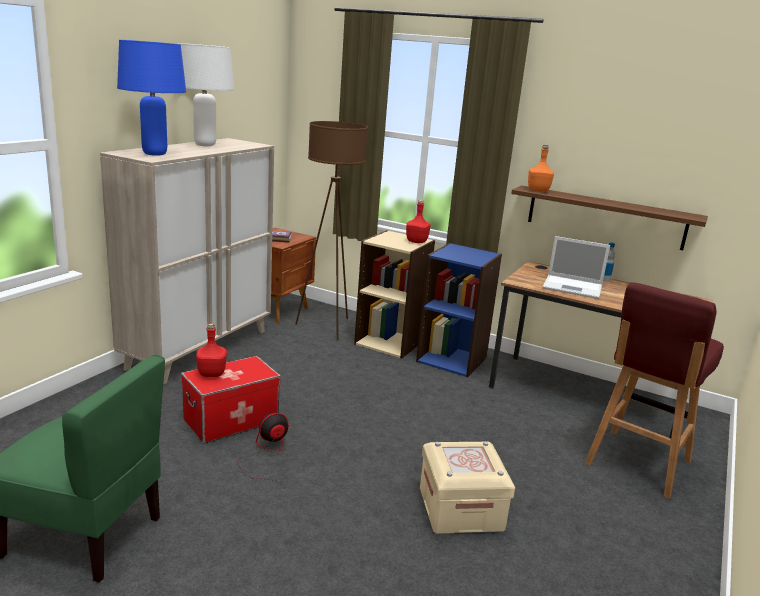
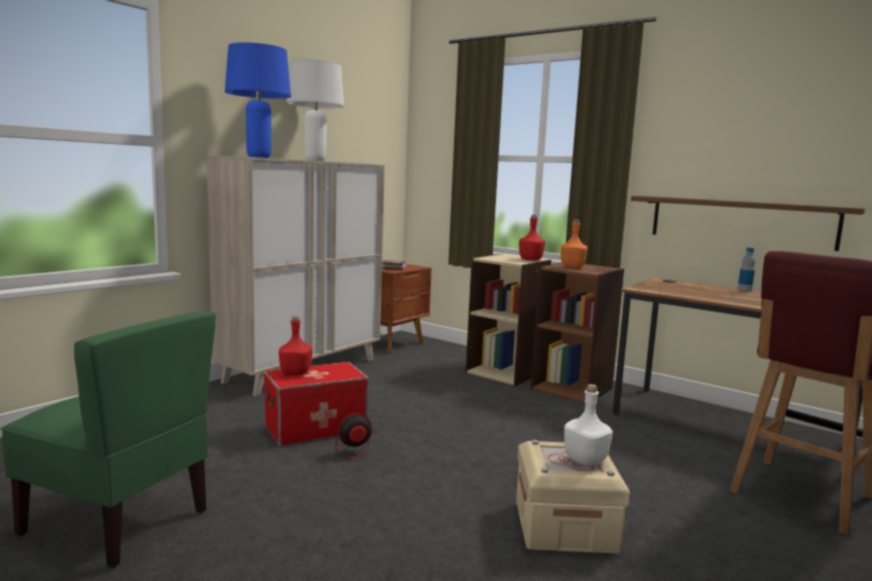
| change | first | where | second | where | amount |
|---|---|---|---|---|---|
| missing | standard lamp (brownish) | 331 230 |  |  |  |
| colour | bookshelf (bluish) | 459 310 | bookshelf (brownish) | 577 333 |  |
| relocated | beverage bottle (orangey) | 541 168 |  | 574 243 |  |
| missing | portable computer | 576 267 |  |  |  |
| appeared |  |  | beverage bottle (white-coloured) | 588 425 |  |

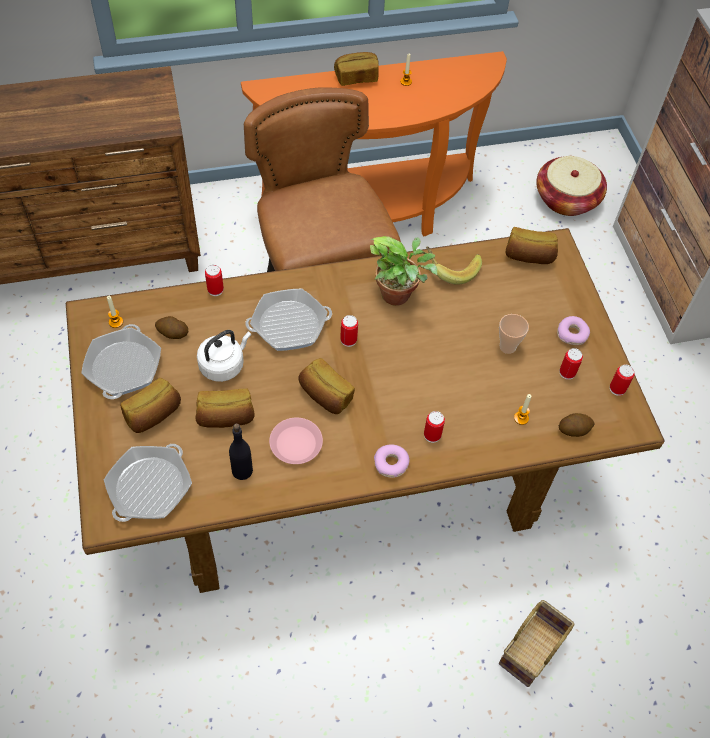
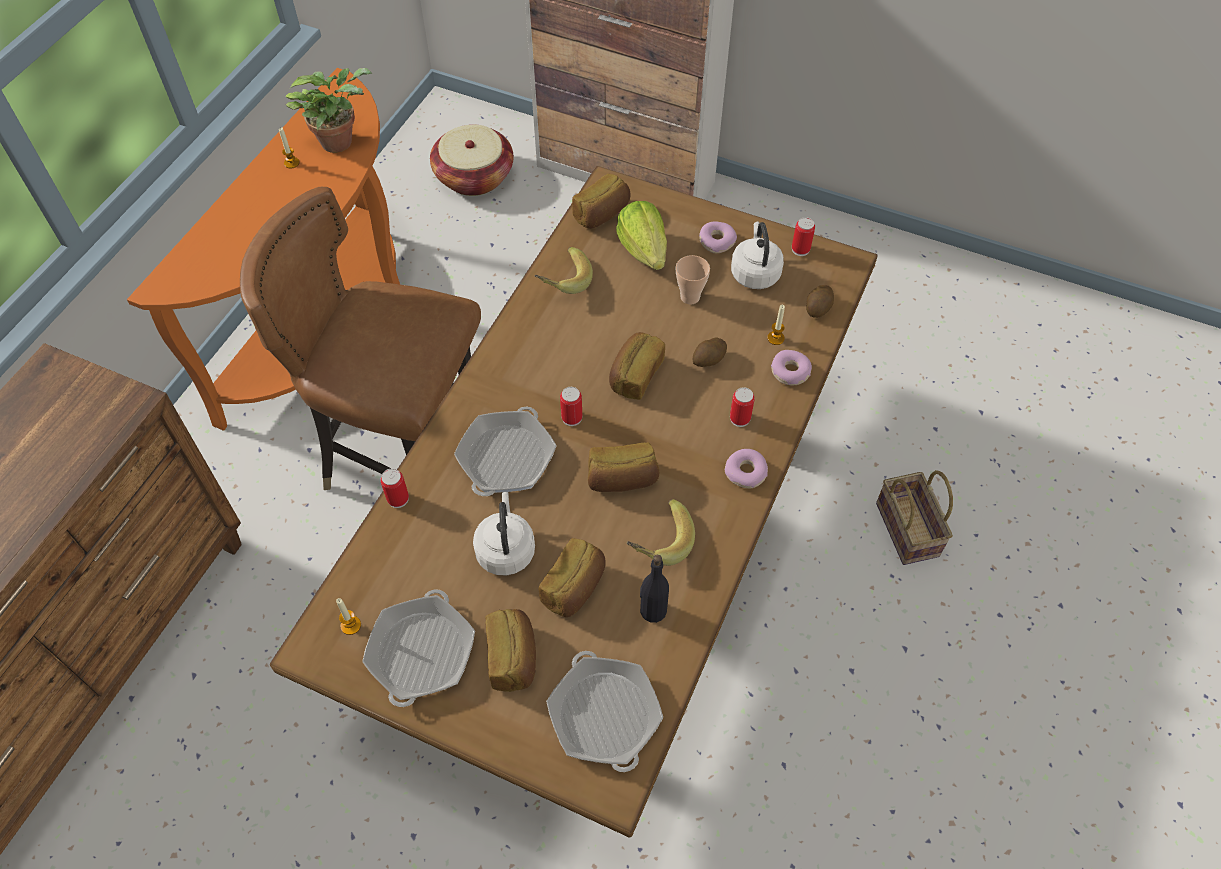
| change | first | where | second | where | amount |
|---|---|---|---|---|---|
| spun | frying pan | 121 361 |  | 418 648 | 120 degrees counterclockwise |
| relocated | spud | 172 327 |  | 710 352 |  |
| exchanged | plate (pink-coloured) | 296 441 | banana | 661 532 |  |
| relocated | bread | 356 69 |  | 637 366 |  |
| relocated | houseplant | 403 271 |  | 329 110 |  |
| exchanged | metal can | 571 364 | kettle (white-coloured) | 757 255 |  |
| appeared |  |  | lettuce | 641 235 |  |
| appeared |  |  | donut | 791 367 |  |

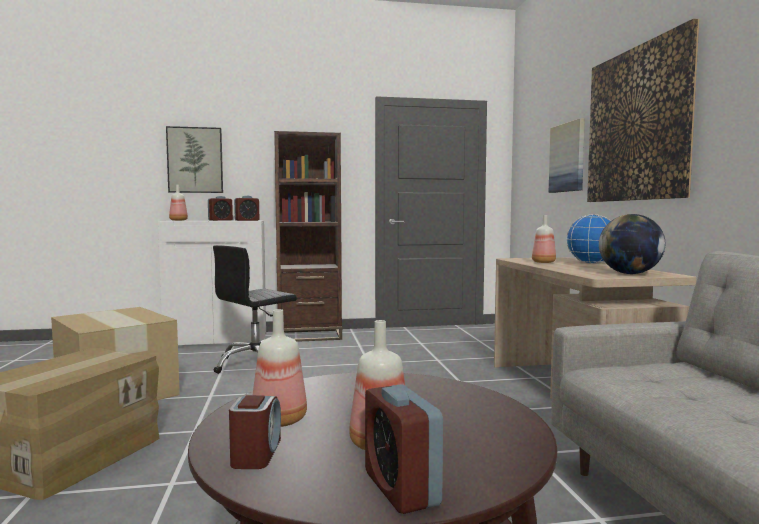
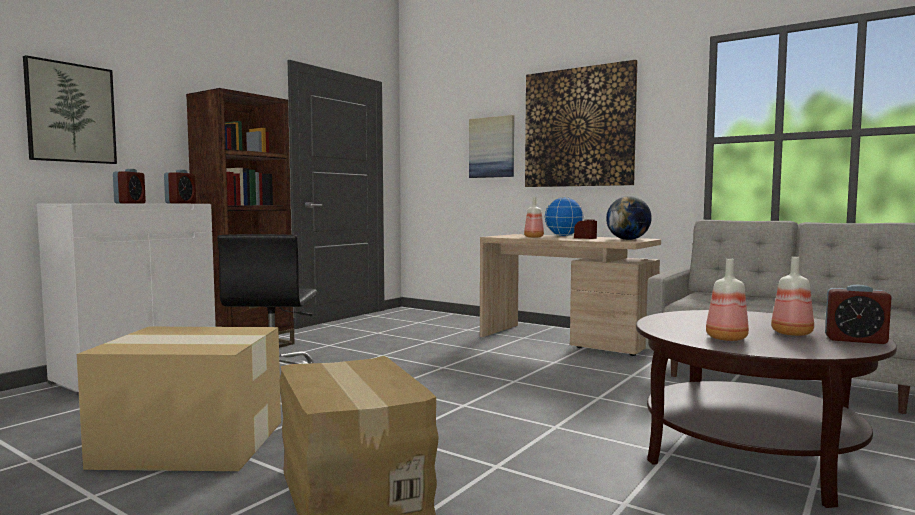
| change | first | where | second | where | amount |
|---|---|---|---|---|---|
| missing | beverage bottle | 178 203 |  |  |  |
| relocated | table clock | 255 432 |  | 585 229 |  |

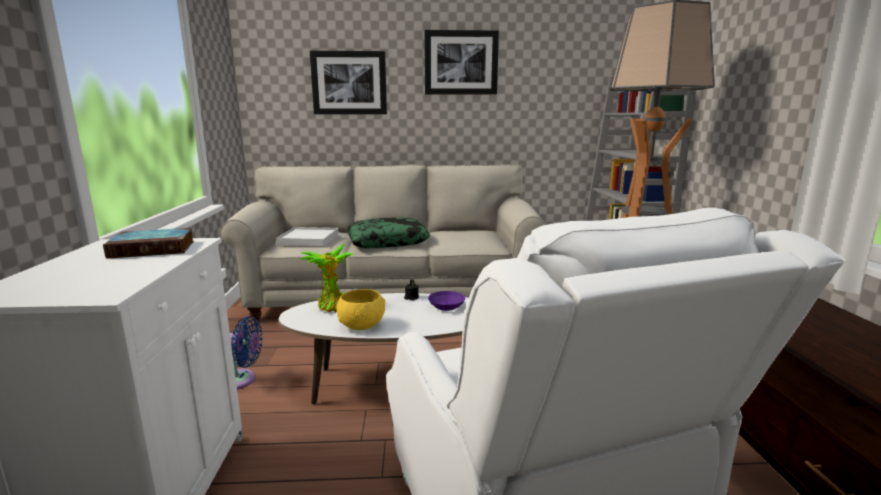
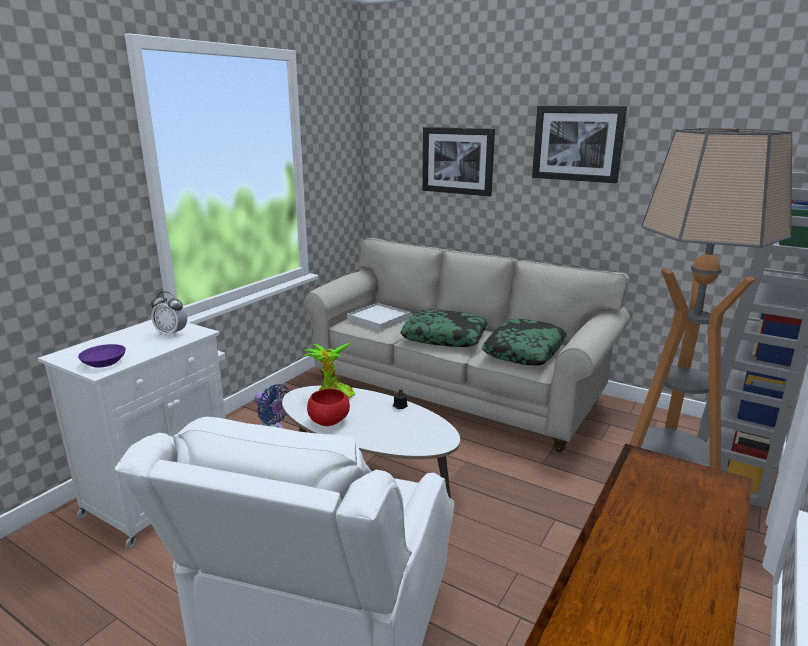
| change | first | where | second | where | amount |
|---|---|---|---|---|---|
| exchanged | book | 148 243 | table clock | 169 314 |  |
| colour | bowl (yellow) | 361 309 | bowl (reddish) | 328 407 |  |
| relocated | bowl (purplish) | 447 301 |  | 102 356 |  |
| appeared |  |  | cushion | 524 342 |  |

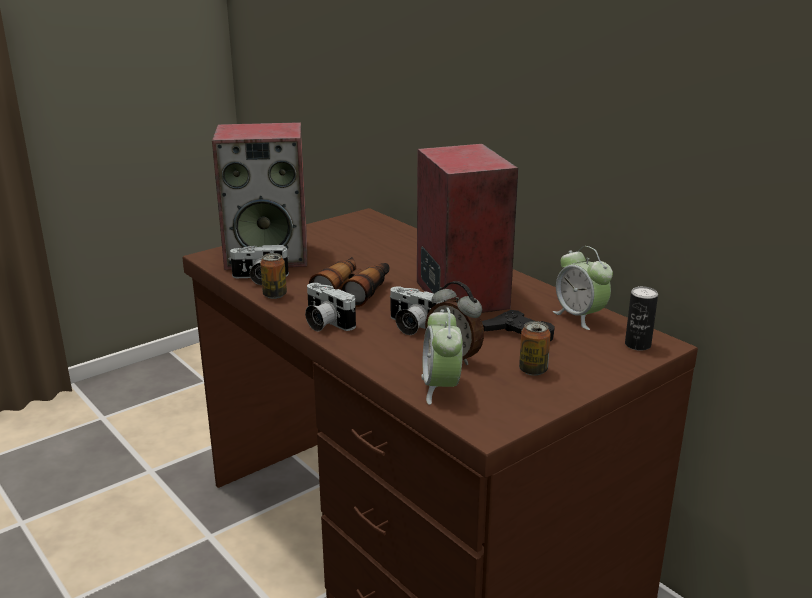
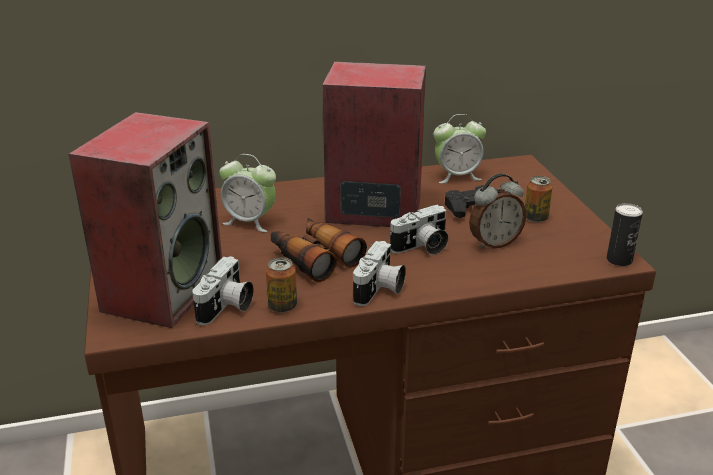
| change | first | where | second | where | amount |
|---|---|---|---|---|---|
| spun | photo camera | 330 307 |  | 379 273 | 45 degrees counterclockwise |
| relocated | table clock | 442 356 |  | 247 193 |  |
| relocated | metal can | 641 318 |  | 625 234 |  |

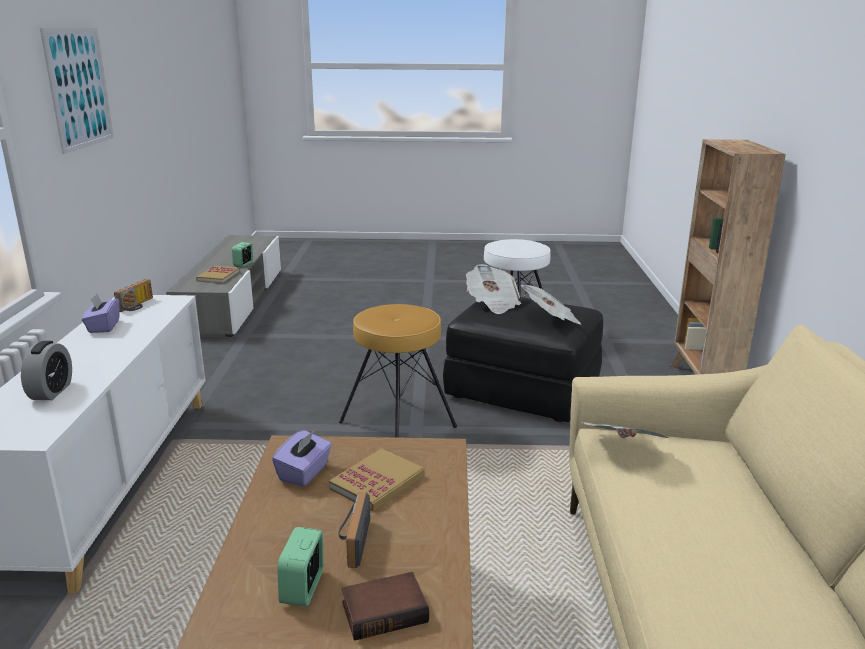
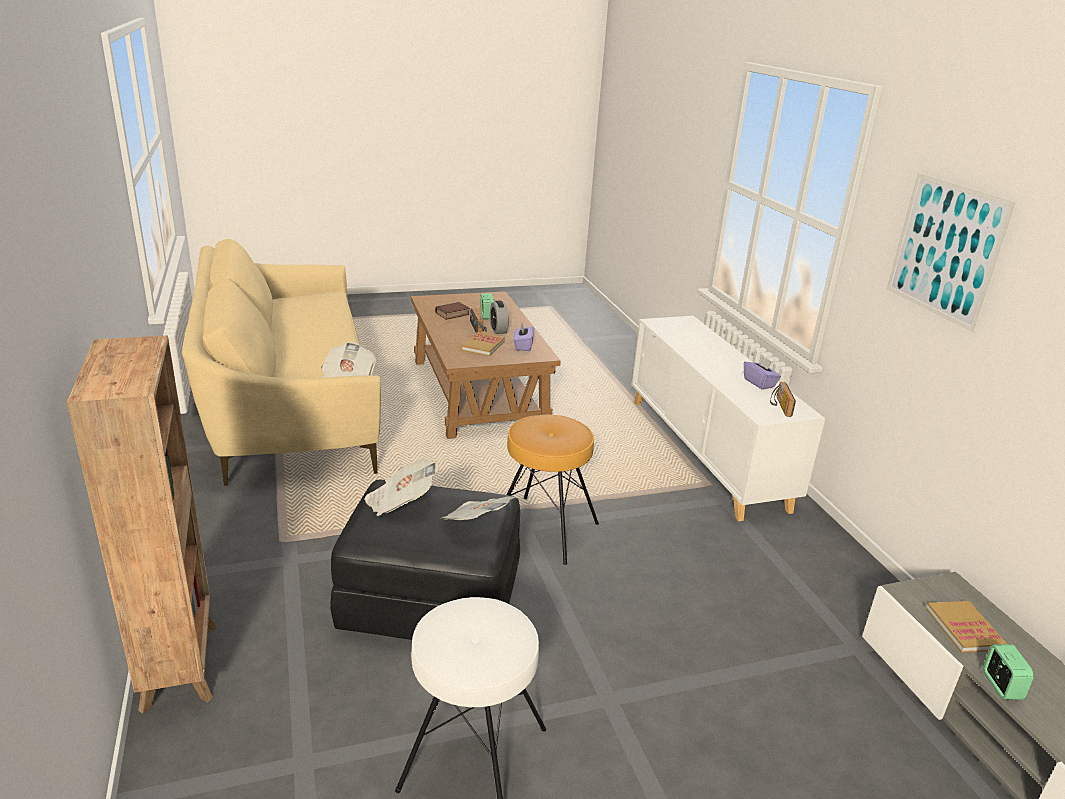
| change | first | where | second | where | amount |
|---|---|---|---|---|---|
| relocated | table clock | 46 370 |  | 499 317 |  |

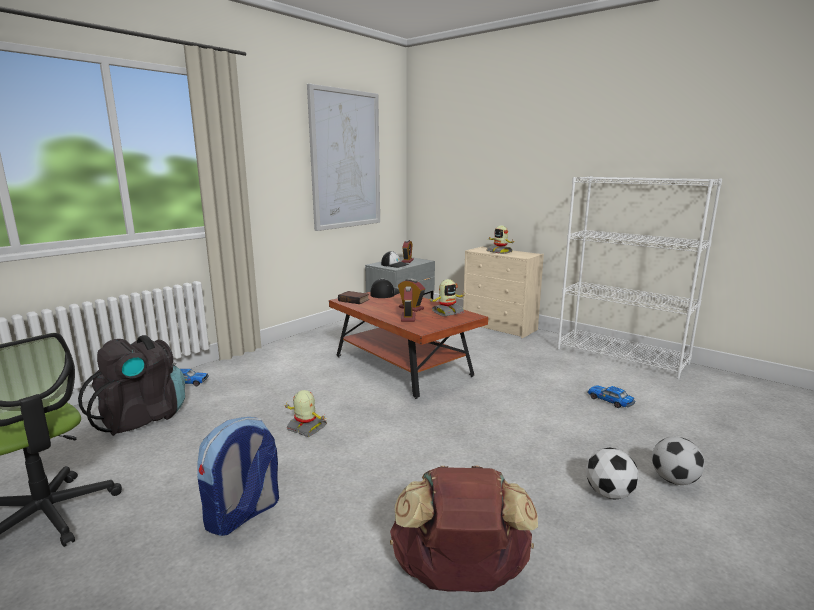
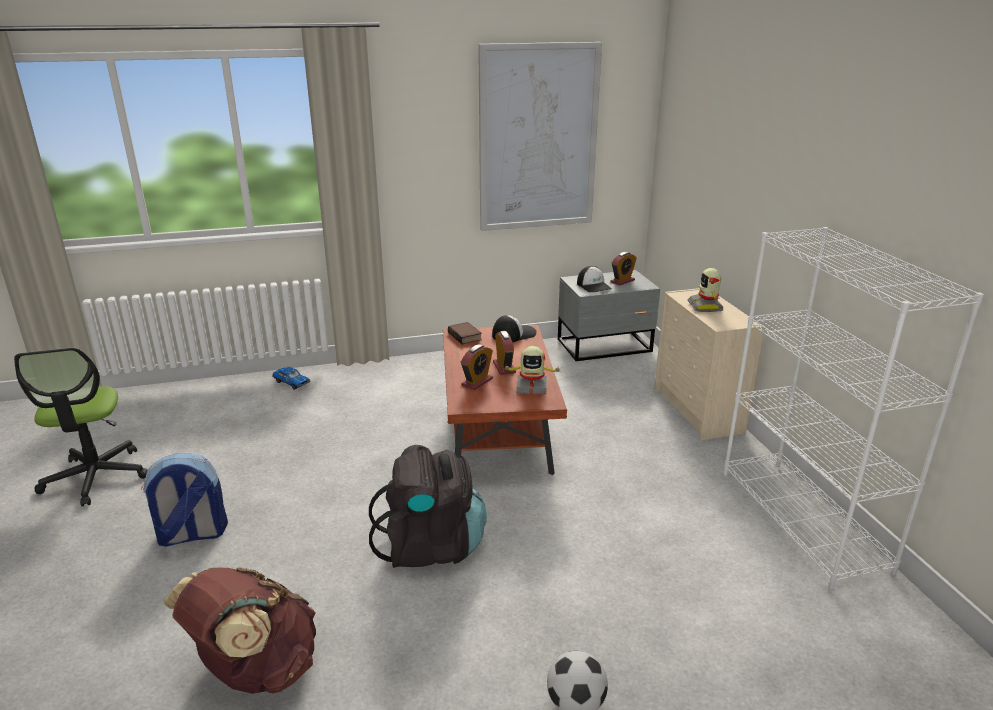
| change | first | where | second | where | amount |
|---|---|---|---|---|---|
| relocated | backpack (black) | 131 385 |  | 428 506 |  |
| missing | toy robot | 305 413 |  |  |  |
| missing | football ball | 612 473 |  |  |  |
| missing | miniature car | 611 396 |  |  |  |

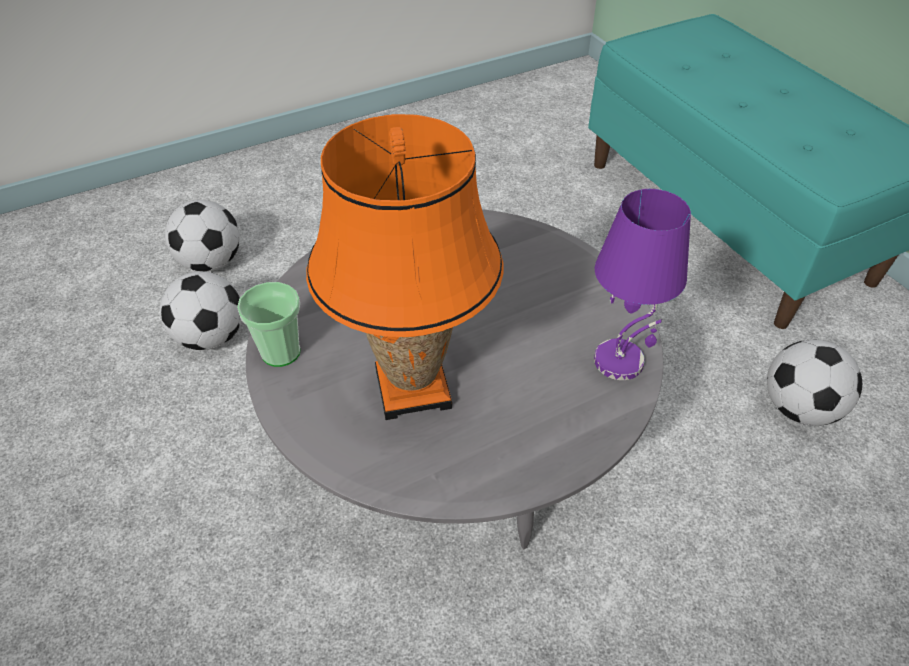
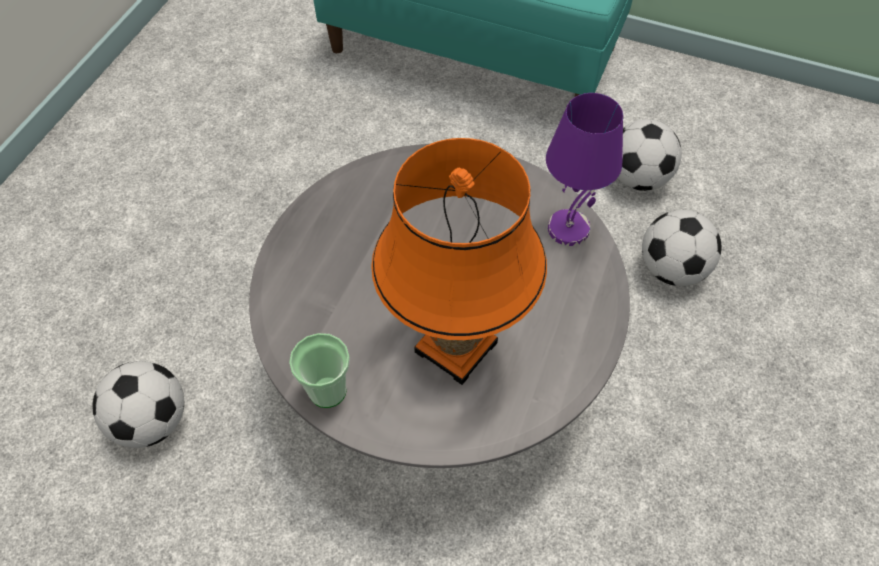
| change | first | where | second | where | amount |
|---|---|---|---|---|---|
| relocated | football ball | 202 236 |  | 682 248 |  |

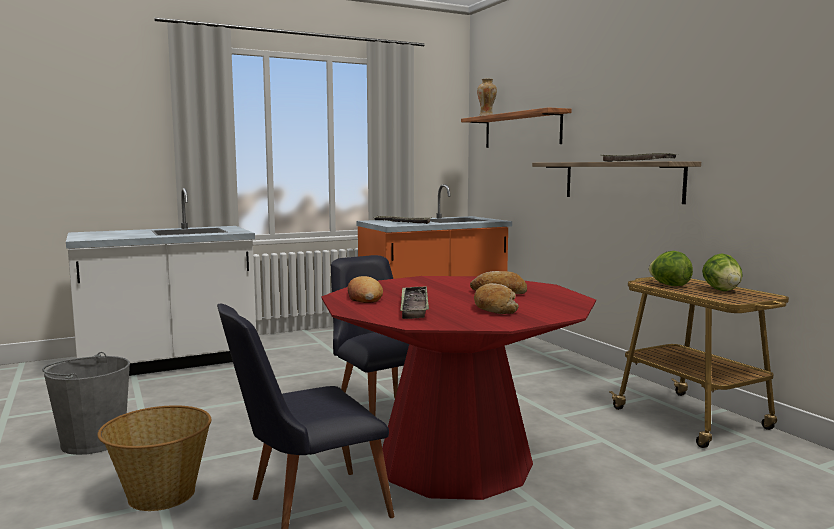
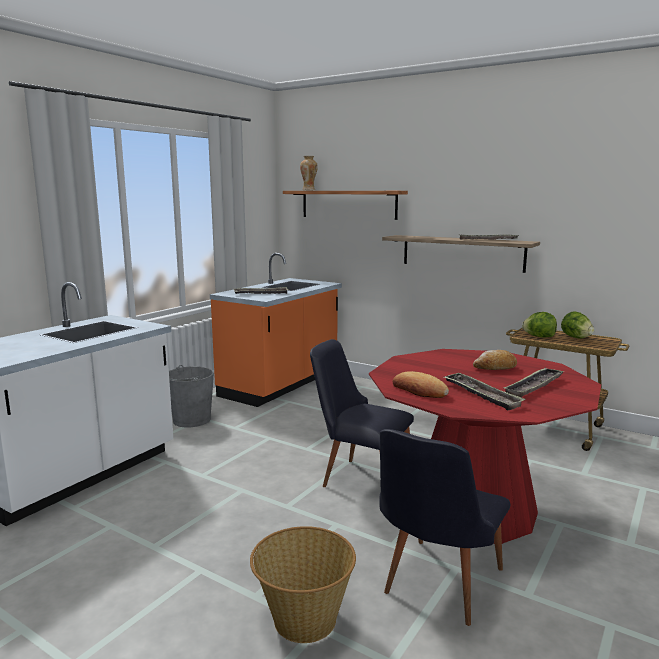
| change | first | where | second | where | amount |
|---|---|---|---|---|---|
| relocated | water bucket (gray) | 86 403 |  | 191 396 |  |
| exchanged | bread | 496 298 | serving tray | 534 382 |  |

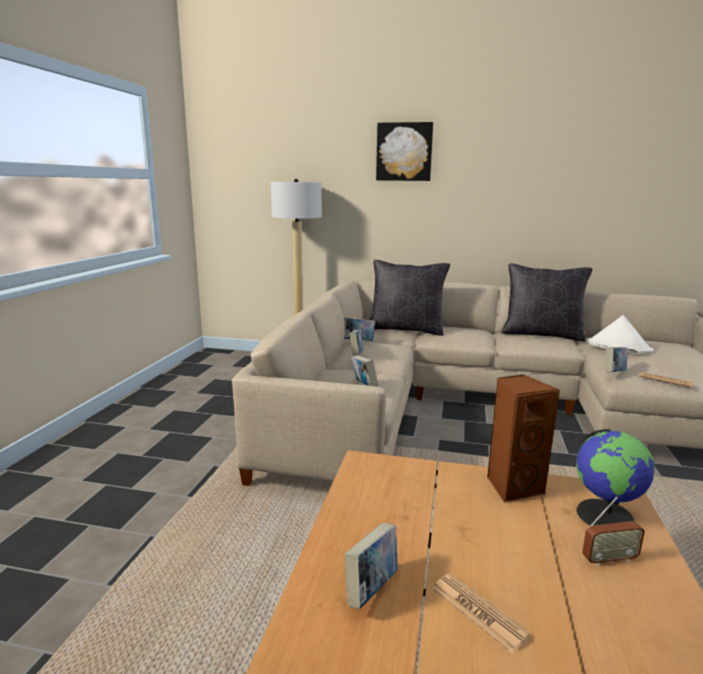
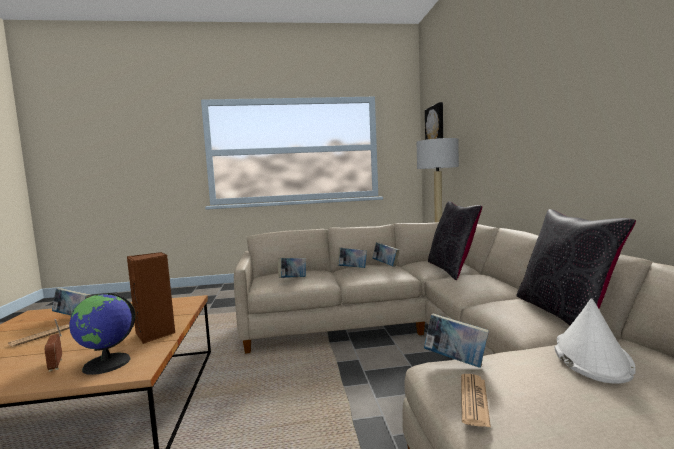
| change | first | where | second | where | amount |
|---|---|---|---|---|---|
| relocated | wall picture | 404 151 |  | 434 121 |  |

